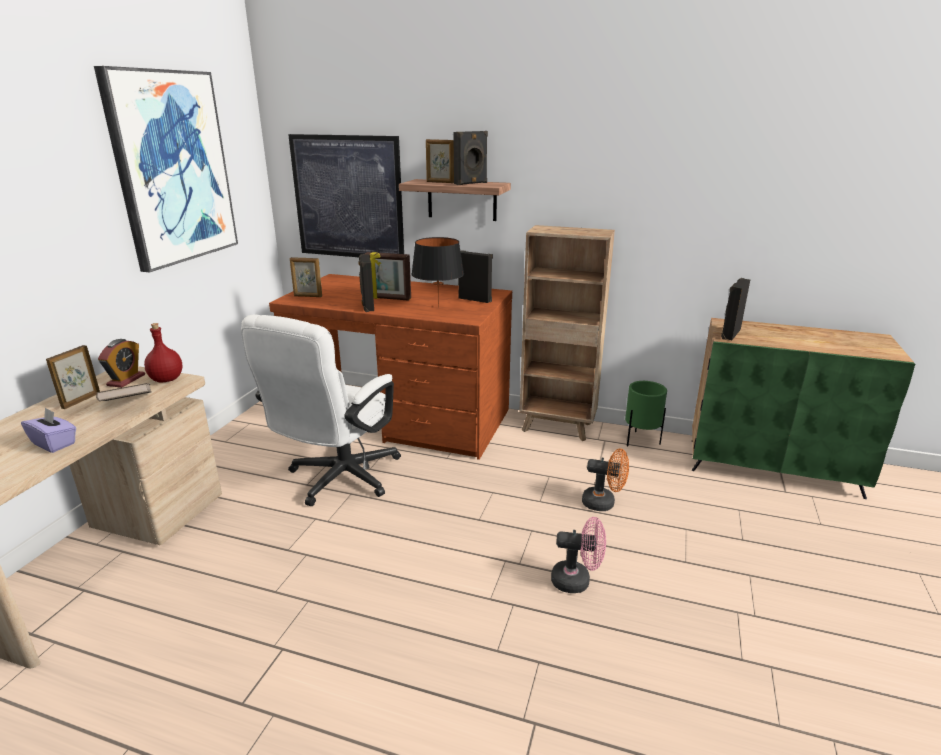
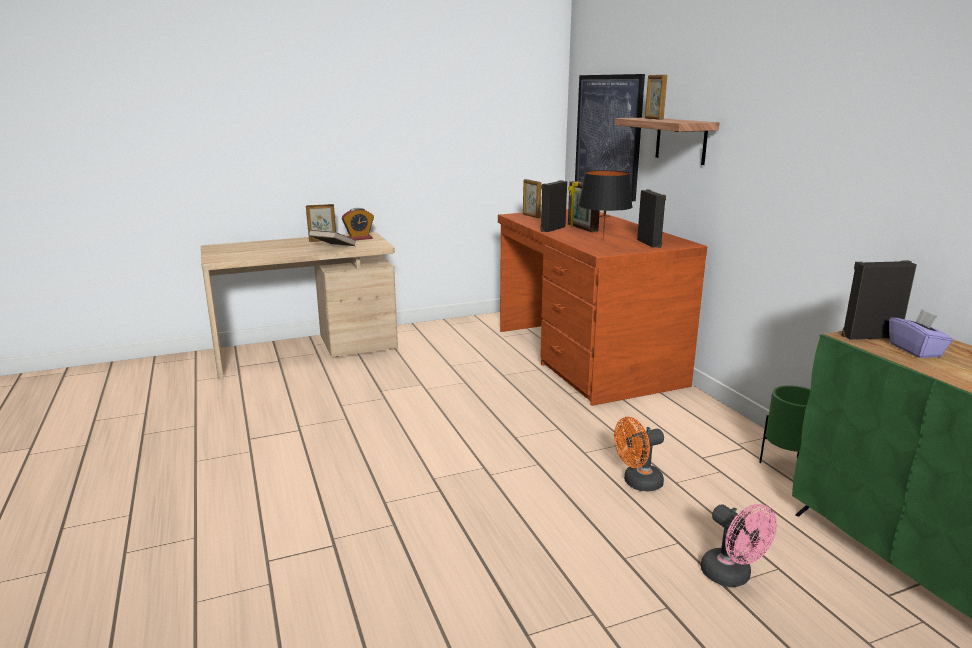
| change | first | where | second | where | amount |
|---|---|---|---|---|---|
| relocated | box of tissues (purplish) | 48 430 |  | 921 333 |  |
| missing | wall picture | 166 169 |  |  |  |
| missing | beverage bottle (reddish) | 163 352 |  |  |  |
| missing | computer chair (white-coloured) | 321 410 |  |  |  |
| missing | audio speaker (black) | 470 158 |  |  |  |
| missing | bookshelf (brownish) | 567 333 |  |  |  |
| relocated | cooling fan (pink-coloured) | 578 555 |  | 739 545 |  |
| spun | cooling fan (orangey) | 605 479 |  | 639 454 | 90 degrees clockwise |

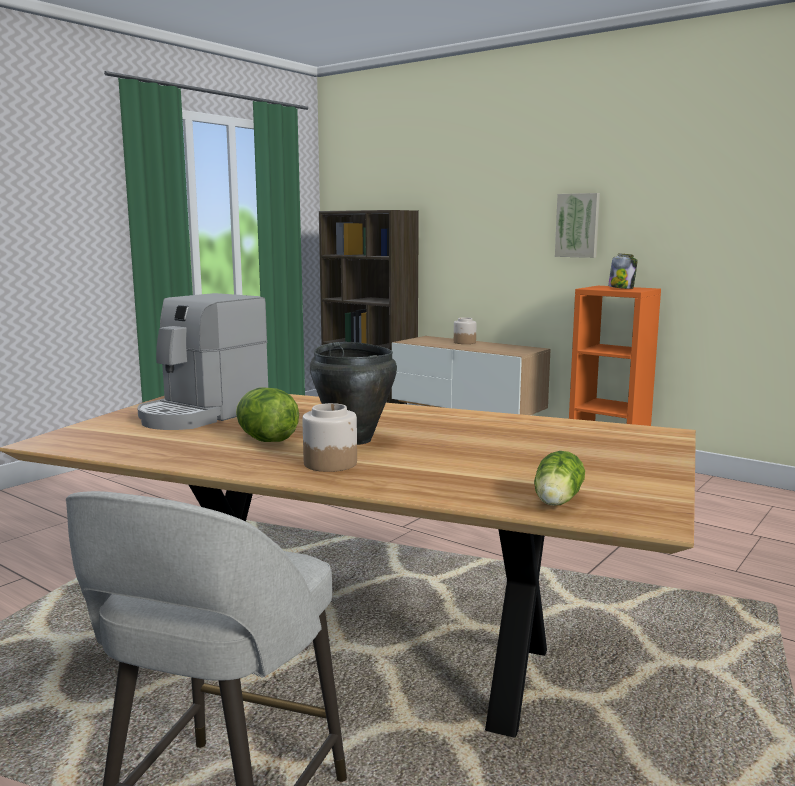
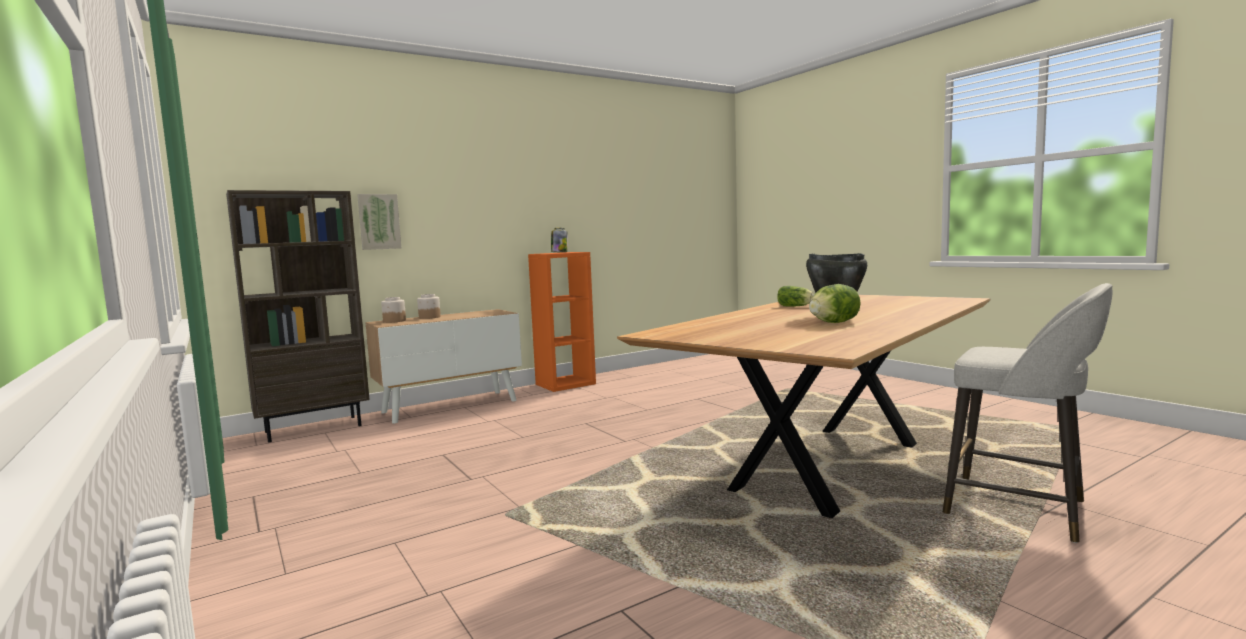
| change | first | where | second | where | amount |
|---|---|---|---|---|---|
| missing | coffee maker | 202 361 |  |  |  |
| relocated | preserve jar | 329 437 |  | 393 310 |  |
| relocated | lettuce | 559 478 |  | 795 296 |  |
| relocated | wall picture | 577 225 |  | 379 222 |  |

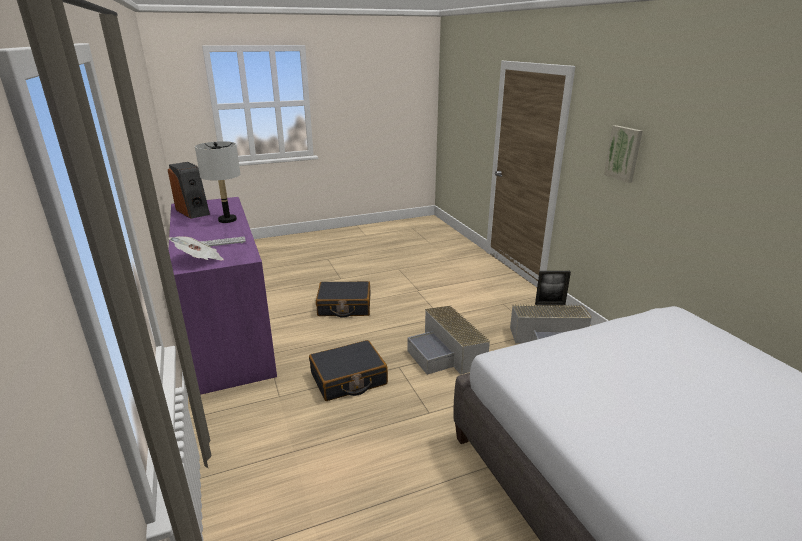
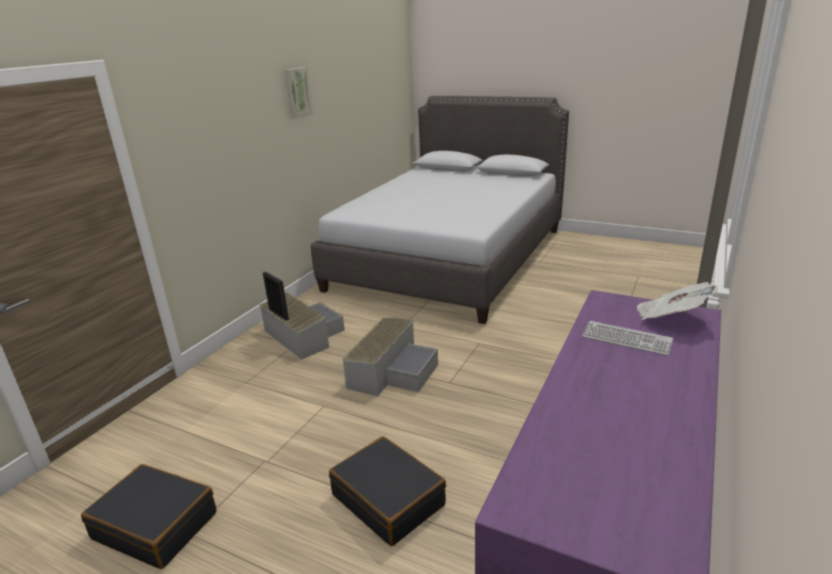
| change | first | where | second | where | amount |
|---|---|---|---|---|---|
| missing | audio speaker | 189 190 |  |  |  |
| missing | table lamp (gray) | 217 182 |  |  |  |
| relocated | piece of luggage (black) | 348 370 |  | 149 516 |  |
| relocated | wall picture | 623 154 |  | 299 93 |  |

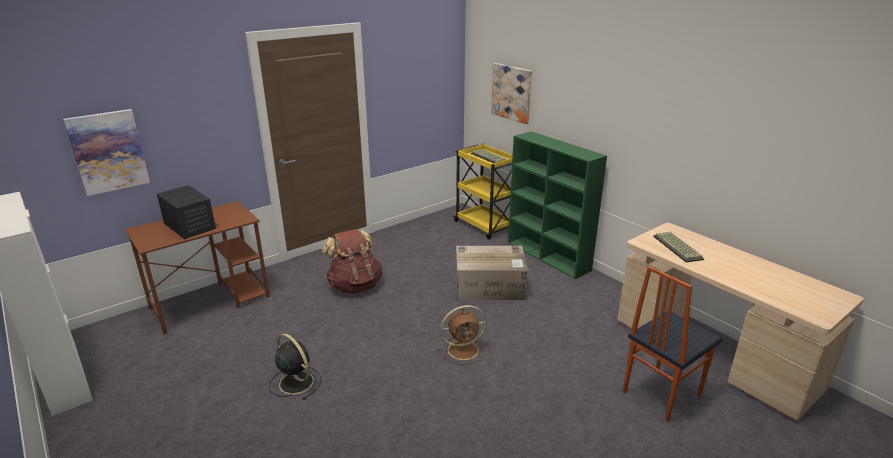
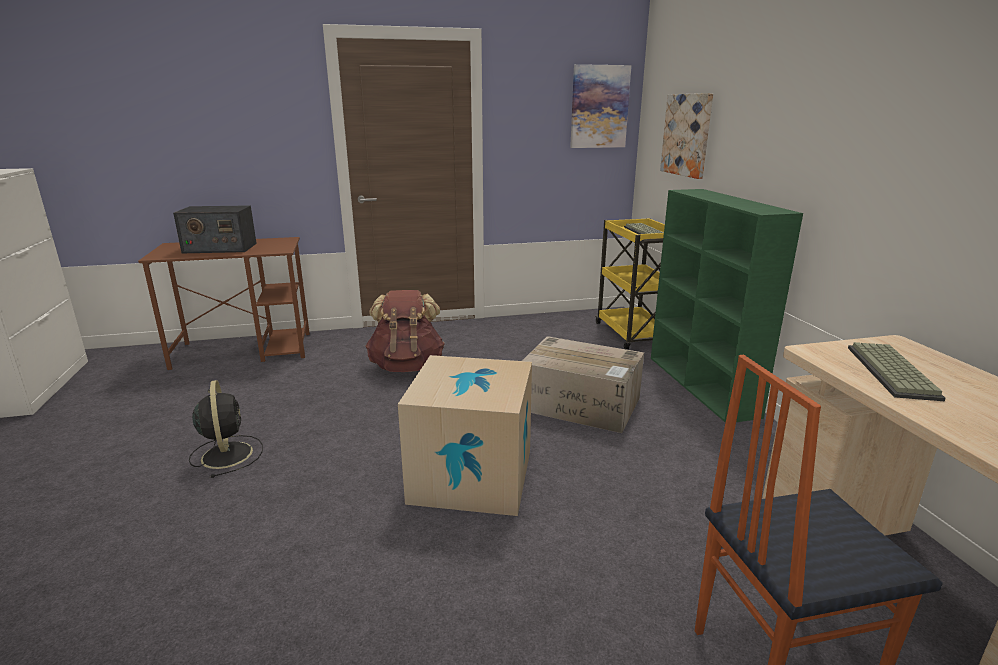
| change | first | where | second | where | amount |
|---|---|---|---|---|---|
| relocated | wall picture | 106 152 |  | 600 106 |  |
| spun | radio | 186 212 |  | 215 229 | 105 degrees clockwise |
| exchanged | cooling fan (brownish) | 462 335 | carton | 465 435 |  |

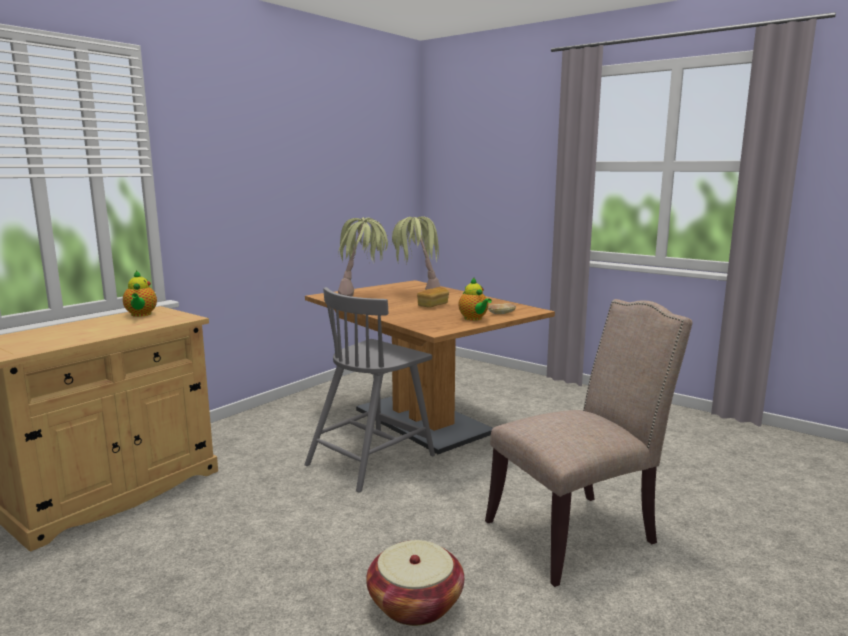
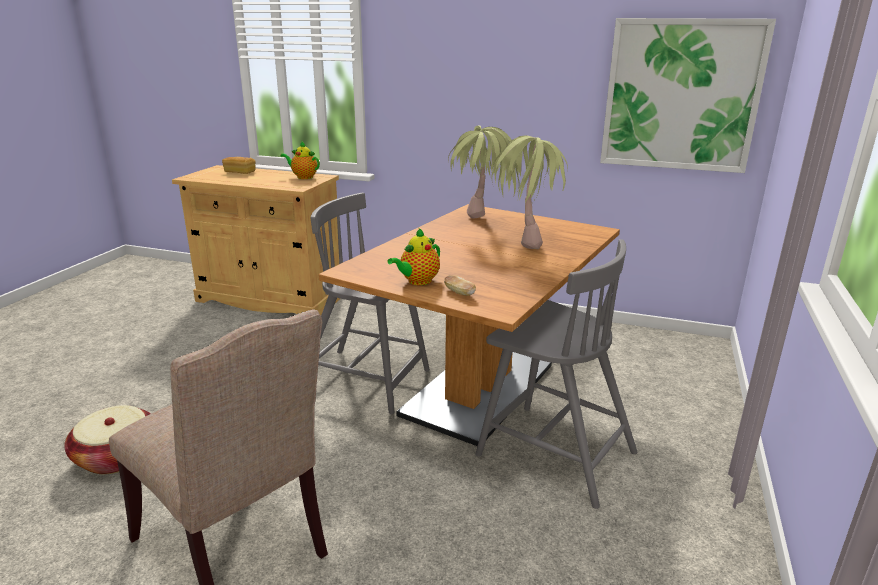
| change | first | where | second | where | amount |
|---|---|---|---|---|---|
| spun | tea pot | 140 293 |  | 300 160 | 60 degrees clockwise |
| relocated | bread | 433 297 |  | 238 165 |  |
| appeared |  |  | chair (gray) | 556 374 |  |
| appeared |  |  | wall picture | 688 95 |  |

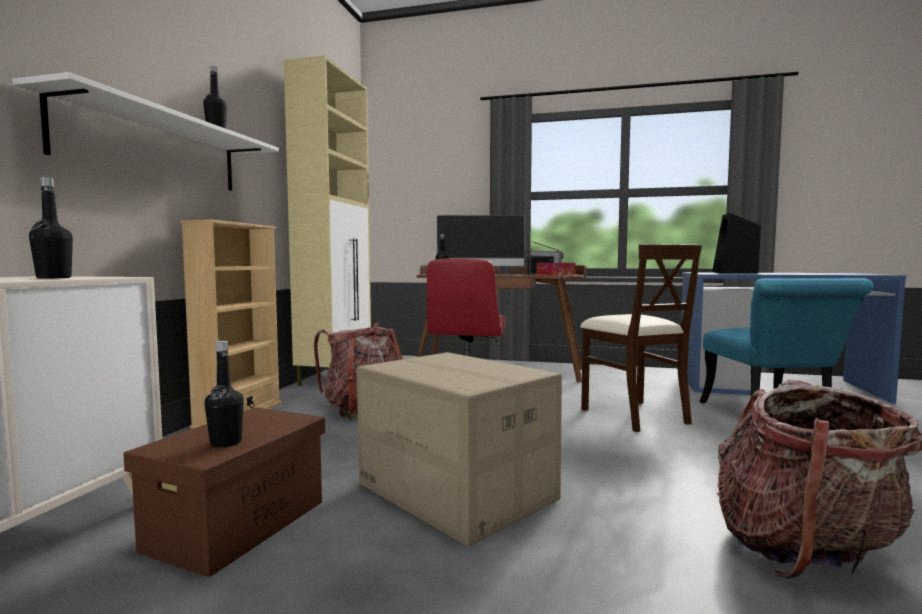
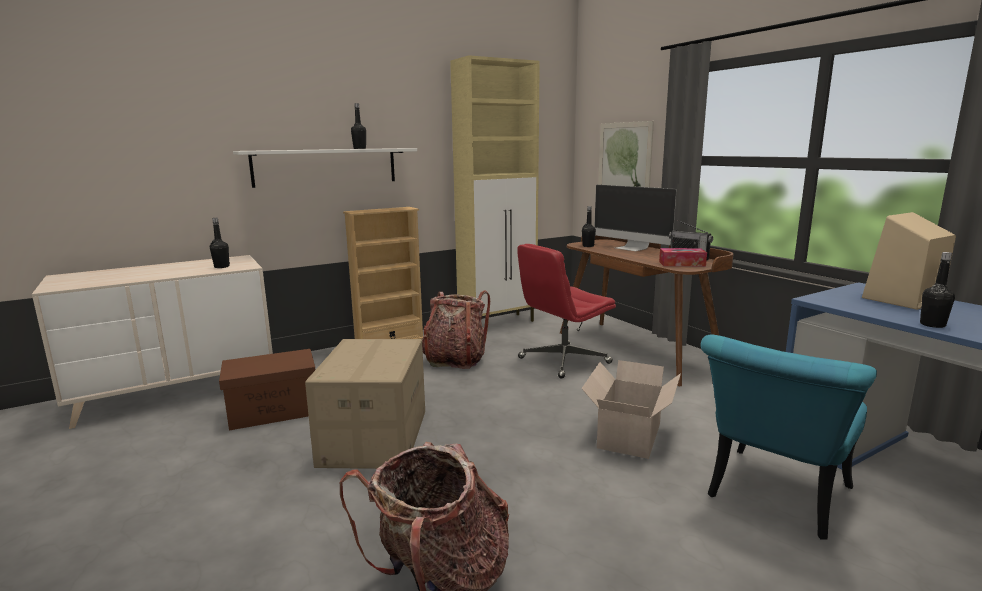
| change | first | where | second | where | amount |
|---|---|---|---|---|---|
| relocated | beverage bottle (black) | 224 394 |  | 937 290 |  |
| exchanged | chair (sand-coloured) | 641 338 | carton | 631 409 |  |
| colour | audio speaker (black) | 736 243 | audio speaker (sand-coloured) | 909 261 |  |
| appeared |  |  | wall picture | 626 154 |  |

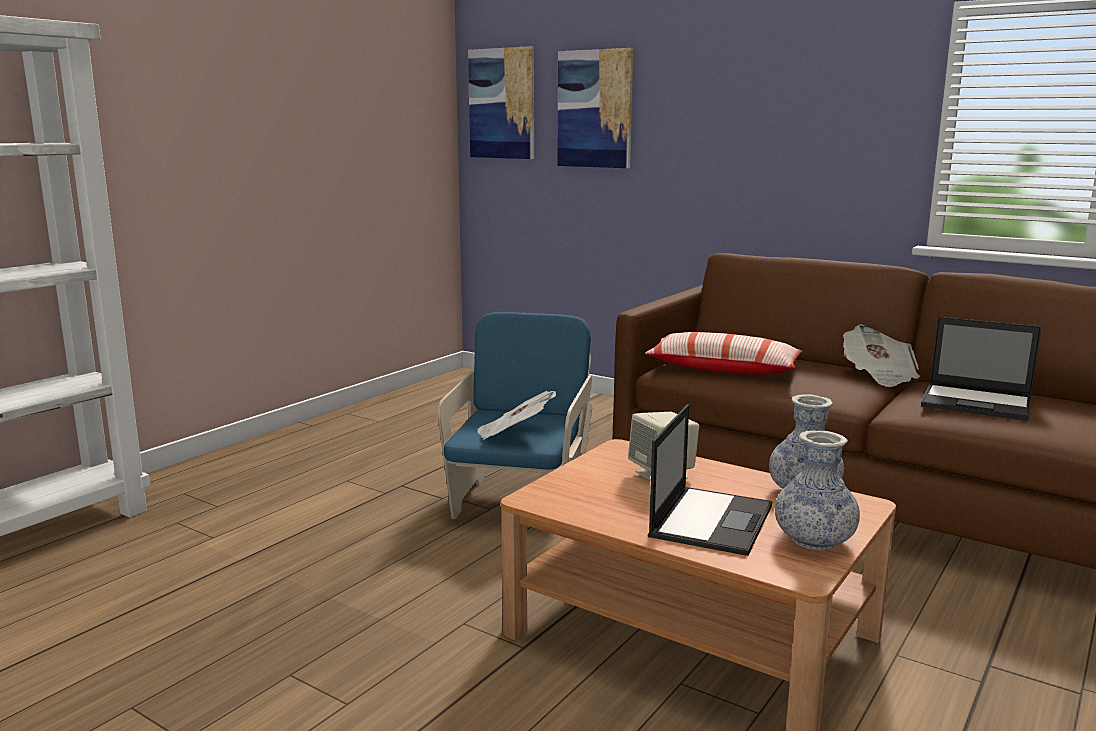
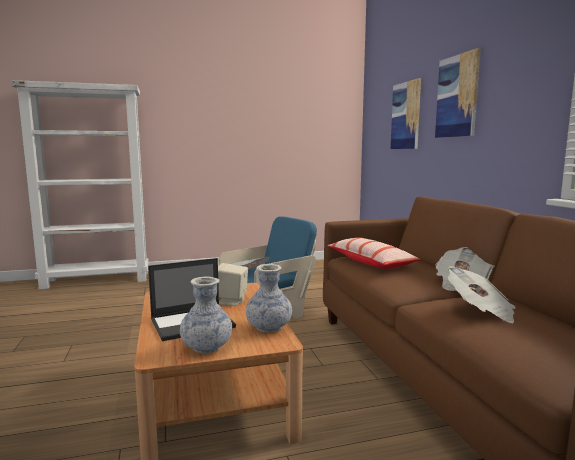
| change | first | where | second | where | amount |
|---|---|---|---|---|---|
| relocated | wall picture | 501 102 |  | 458 93 |  |
| exchanged | portable computer | 981 369 | printed paper | 481 295 |  |

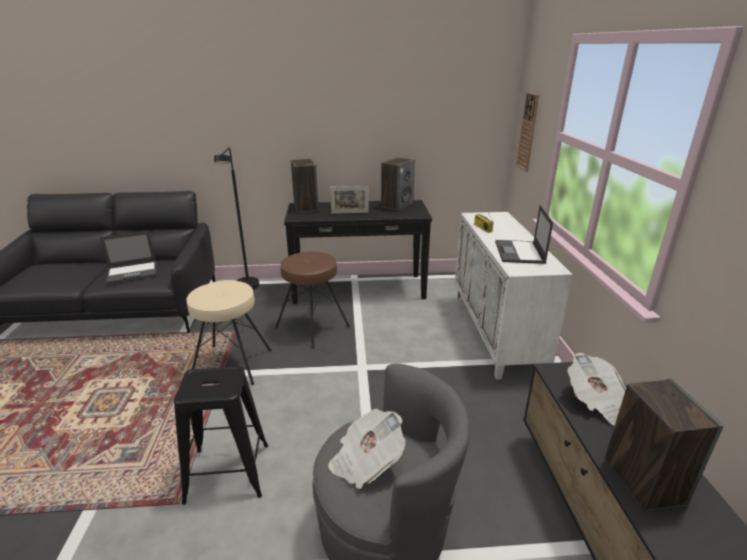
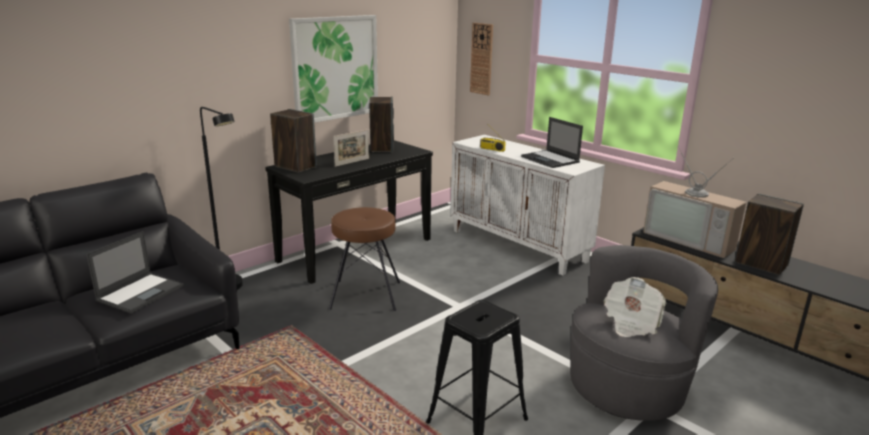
| change | first | where | second | where | amount |
|---|---|---|---|---|---|
| missing | stool (sand-coloured) | 228 332 |  |  |  |
| exchanged | printed paper | 596 389 | TV set | 694 202 |  |
| appeared |  |  | wall picture | 333 69 |  |

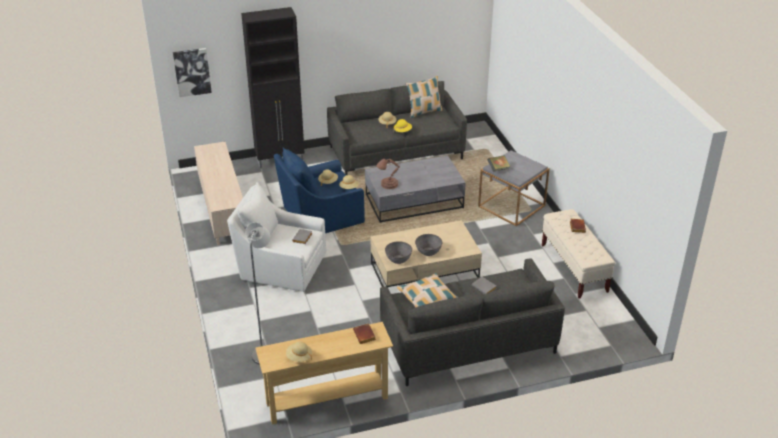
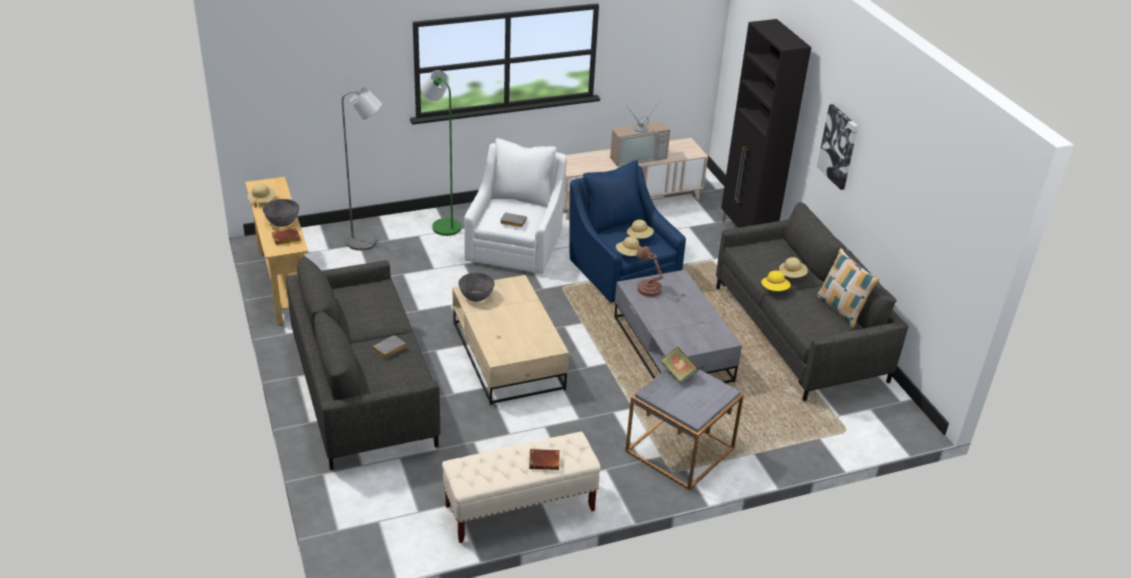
| change | first | where | second | where | amount |
|---|---|---|---|---|---|
| relocated | wall picture | 192 72 |  | 837 147 |  |
| missing | cushion | 427 290 |  |  |  |
| relocated | bowl (gray) | 428 245 |  | 281 213 |  |
| appeared |  |  | standard lamp (green) | 441 153 |  |
| appeared |  |  | TV set | 640 135 |  |

